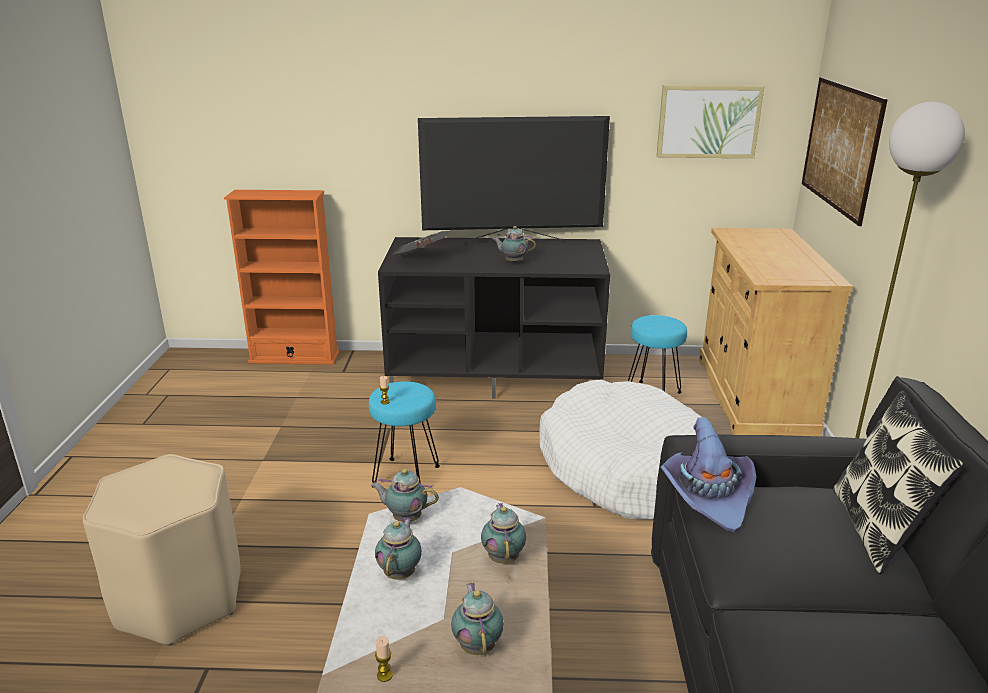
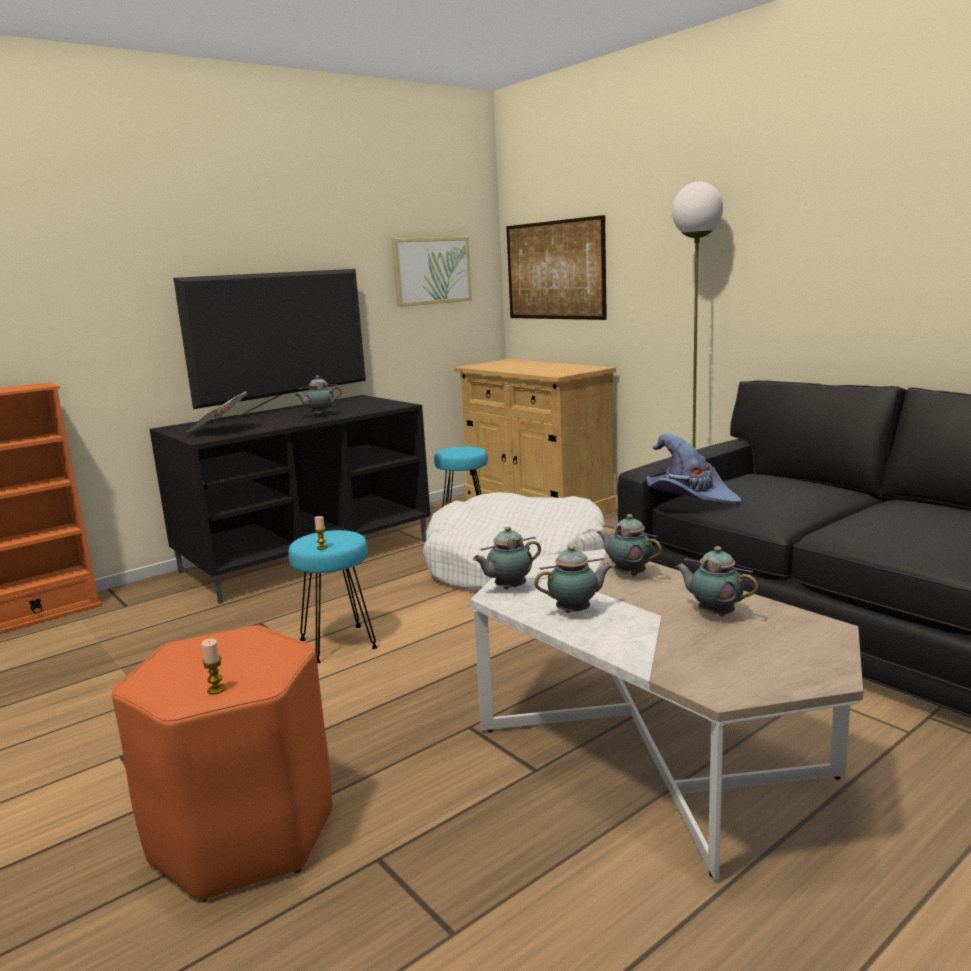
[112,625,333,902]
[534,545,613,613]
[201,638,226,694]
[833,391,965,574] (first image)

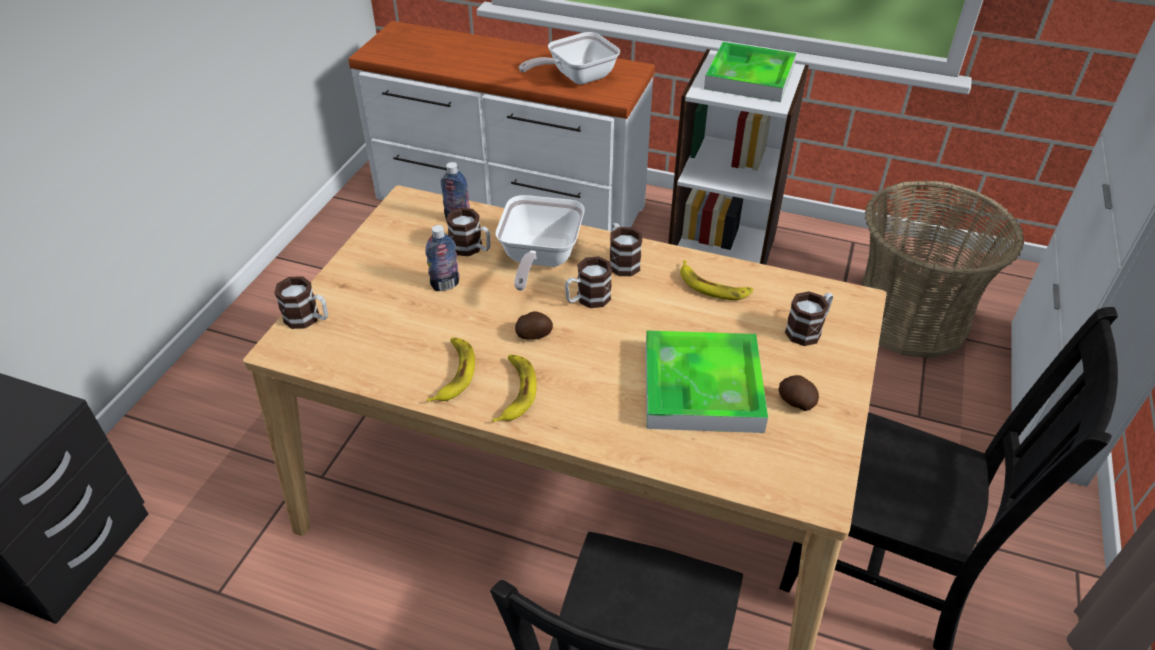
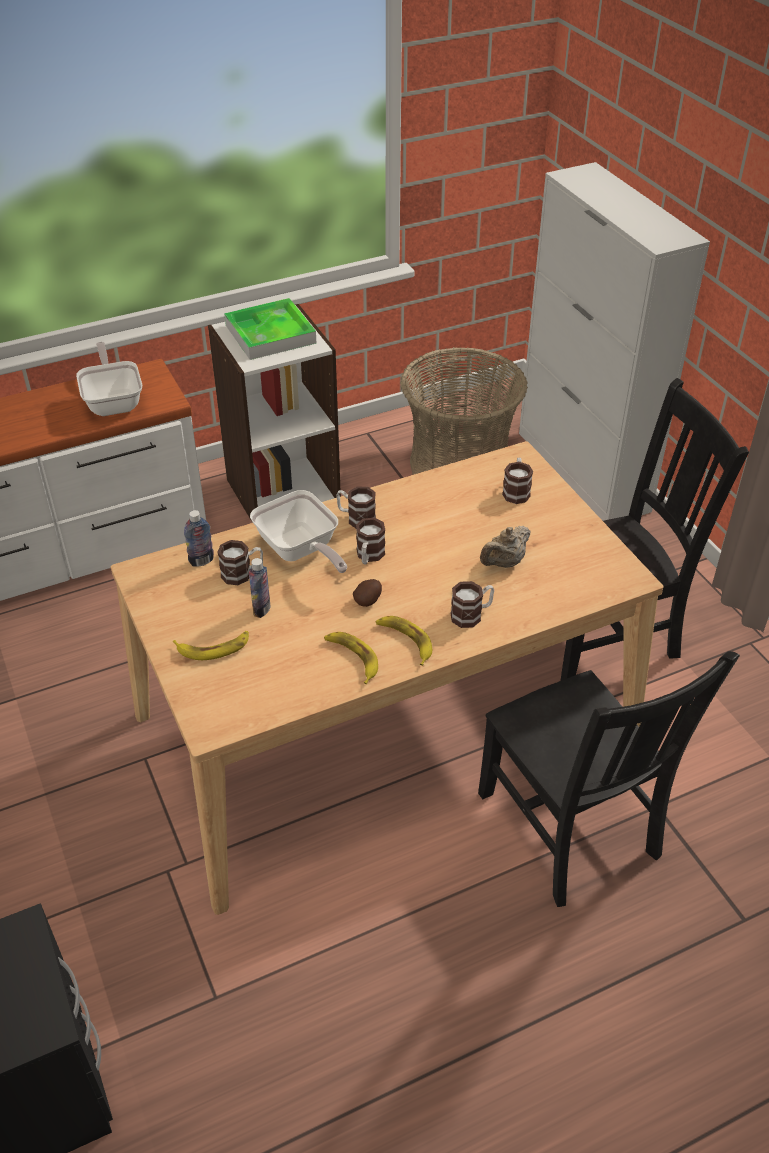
[451,581,494,628]
[76,342,142,416]
[480,526,530,568]
[173,631,249,660]
[778,375,819,411] (first image)

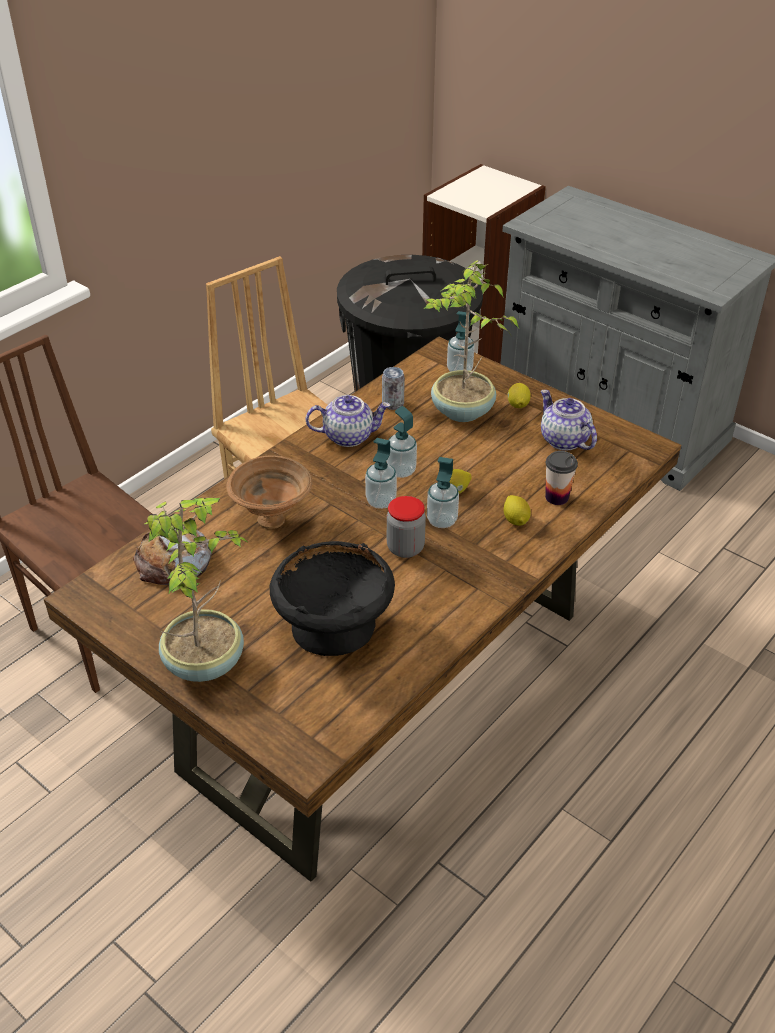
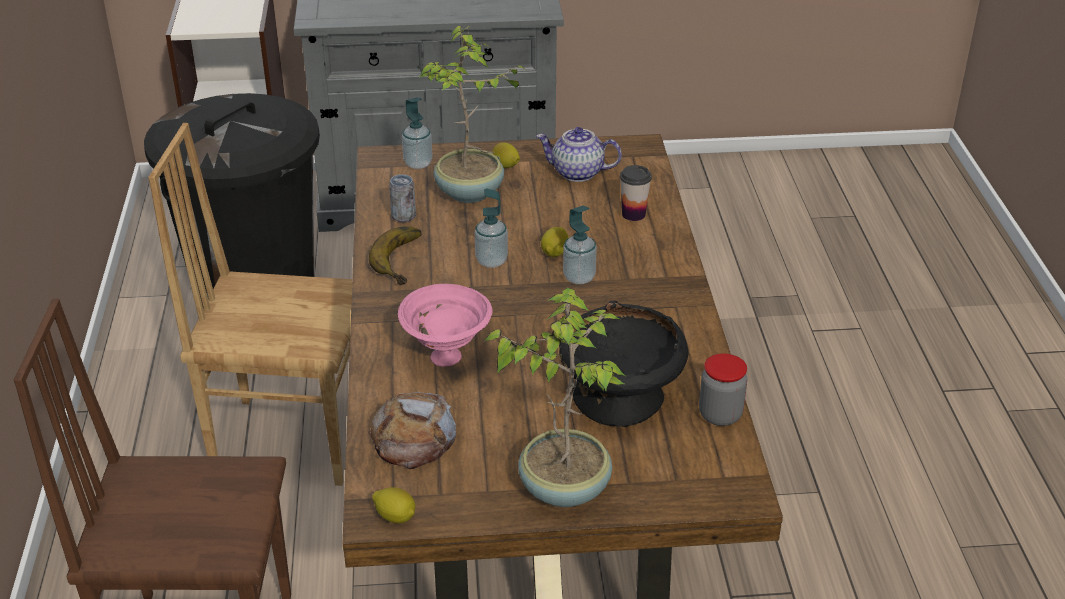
[398,284,492,367]
[369,226,422,285]
[365,438,397,509] (first image)
[699,353,747,426]
[372,487,415,523]

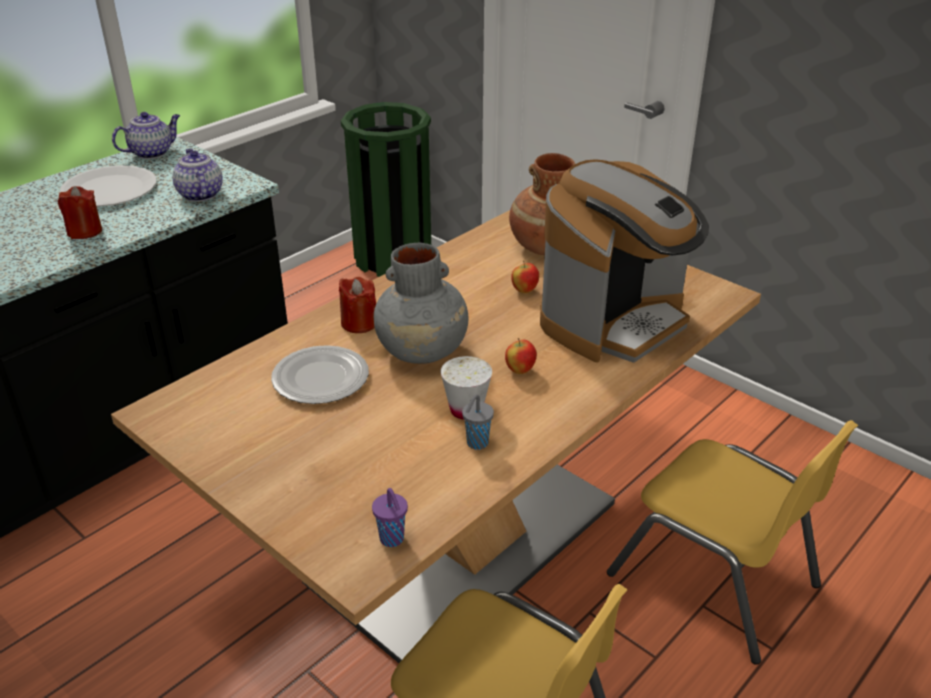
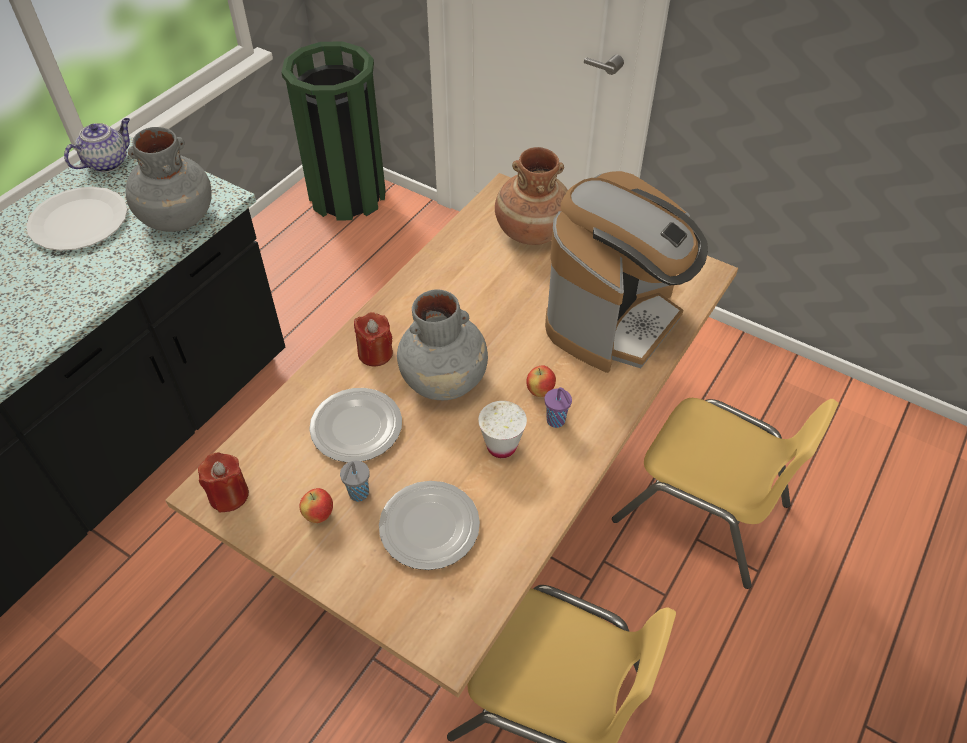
[198,453,249,513]
[126,127,212,232]
[545,387,572,428]
[340,461,370,501]
[299,488,333,523]
[379,481,480,570]

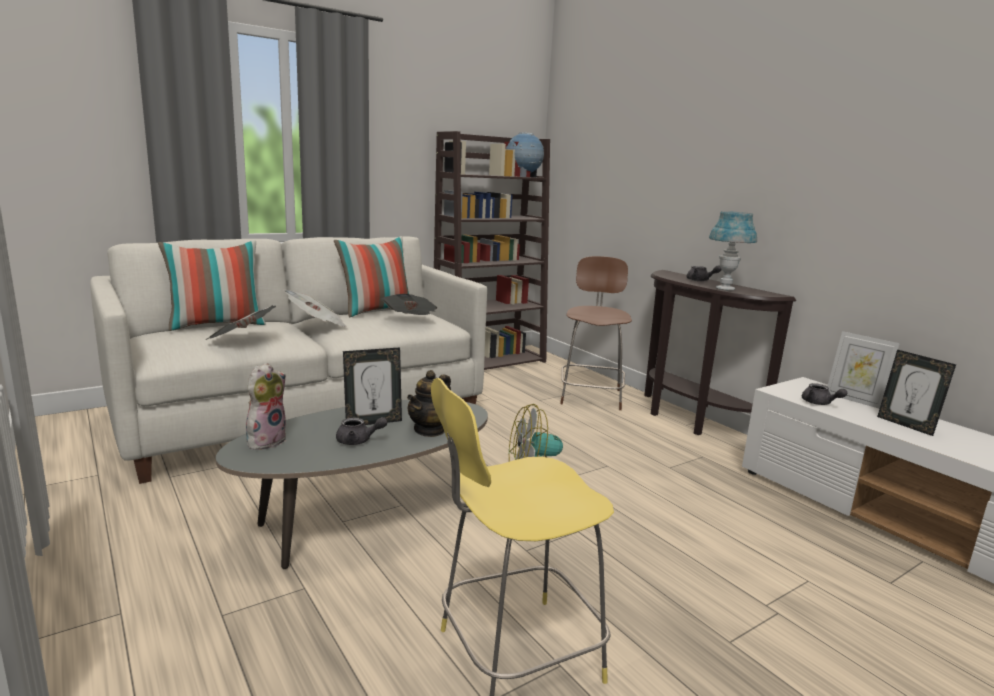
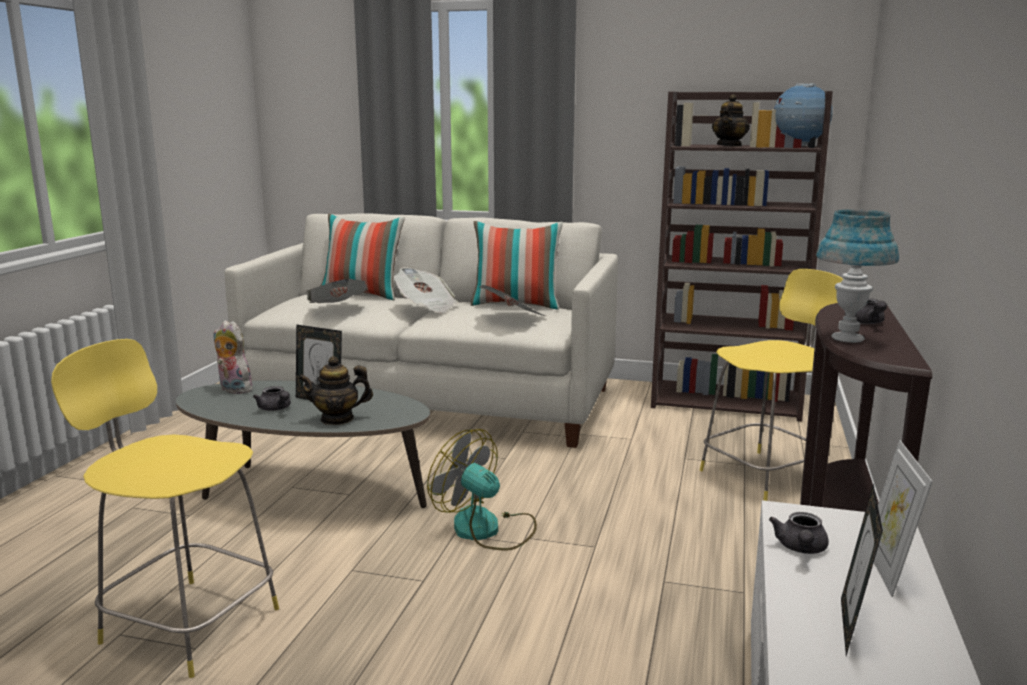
[213,320,252,394]
[700,269,843,501]
[712,94,750,147]

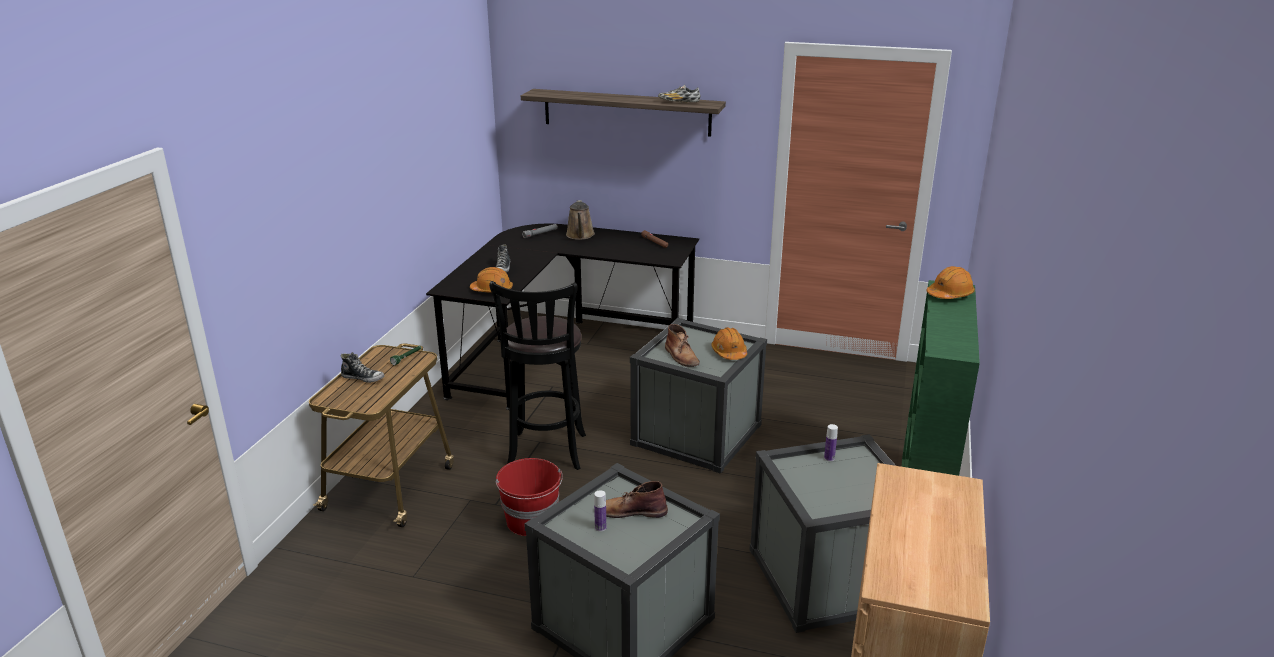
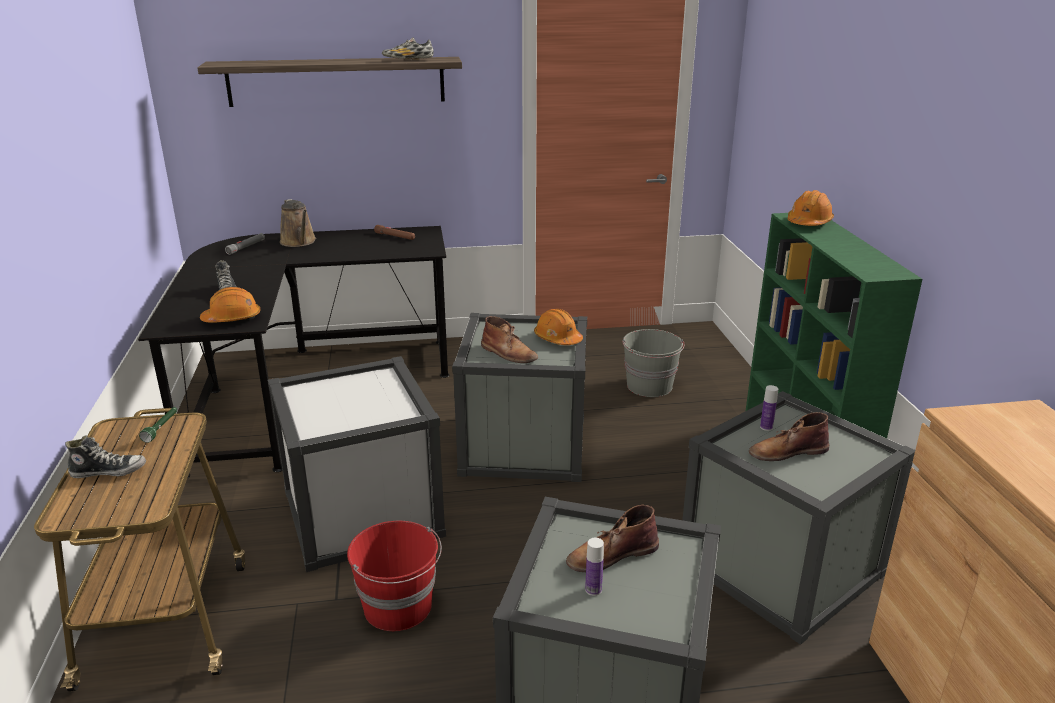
[268,356,446,572]
[622,329,685,397]
[749,412,829,461]

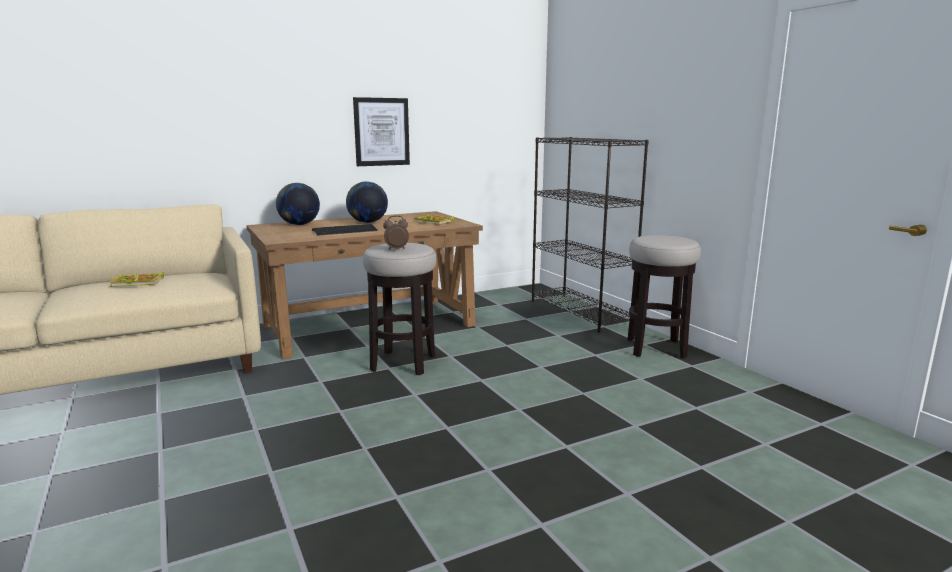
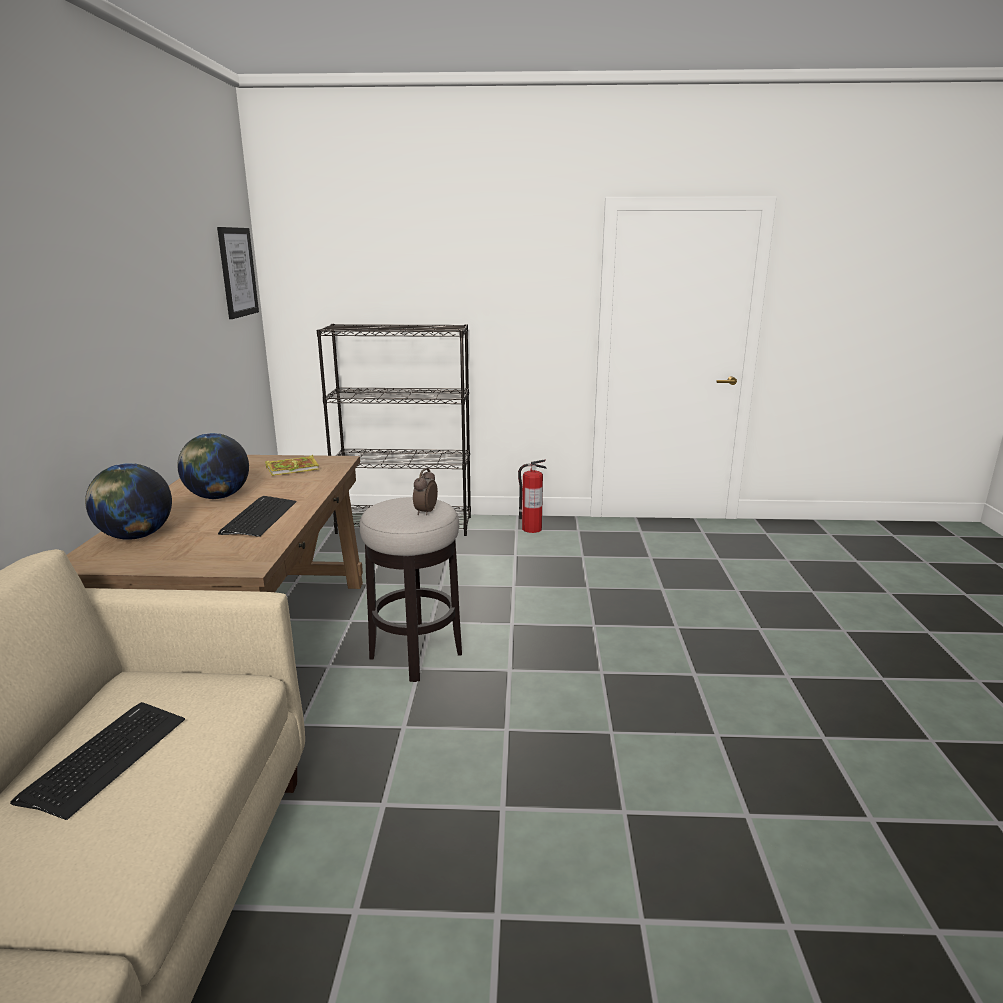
[10,702,185,820]
[217,227,259,319]
[518,459,547,533]

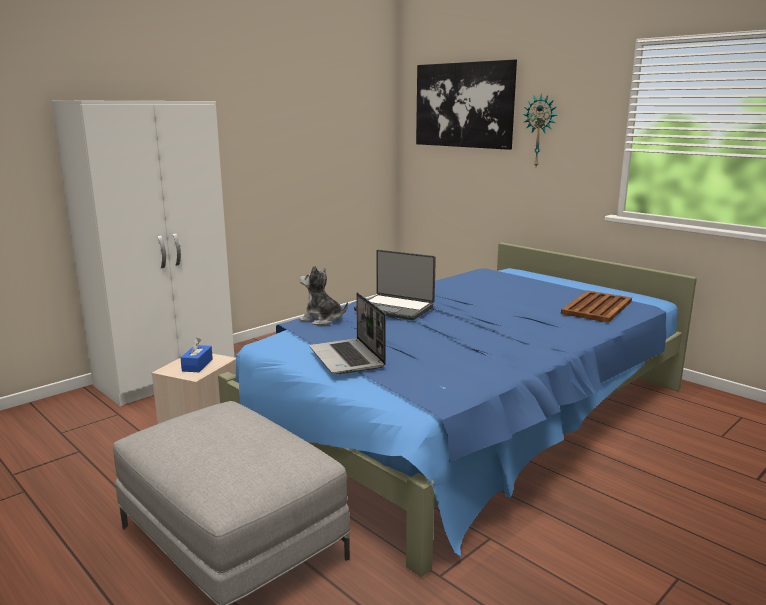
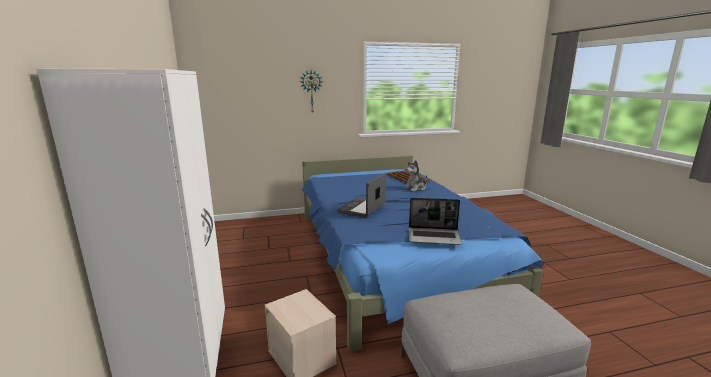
[180,338,213,372] (first image)
[404,160,427,192]
[337,173,386,218]
[416,59,517,150] (first image)

